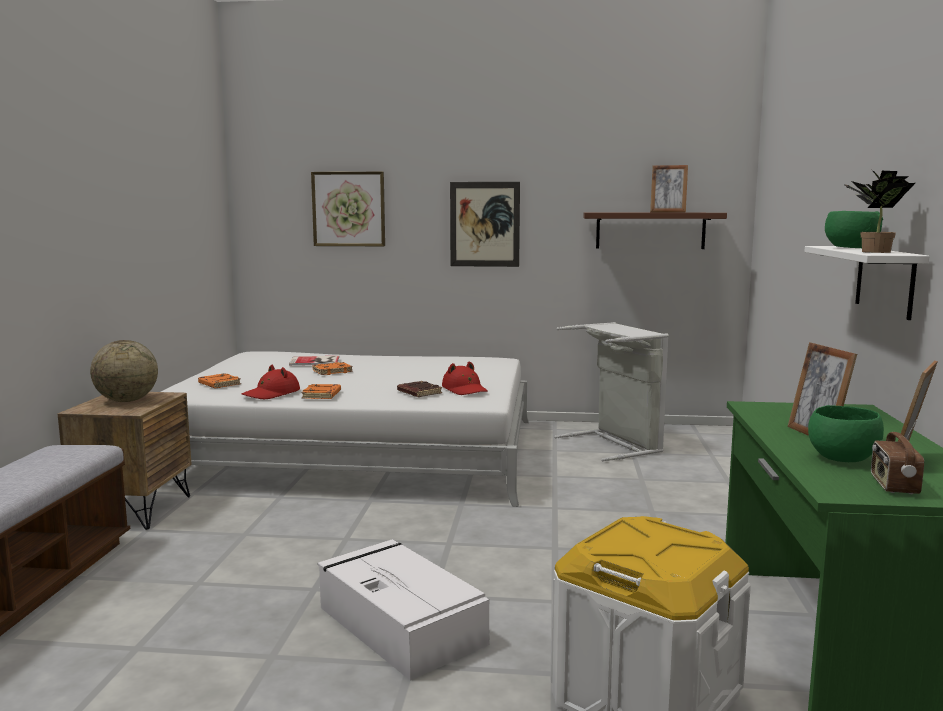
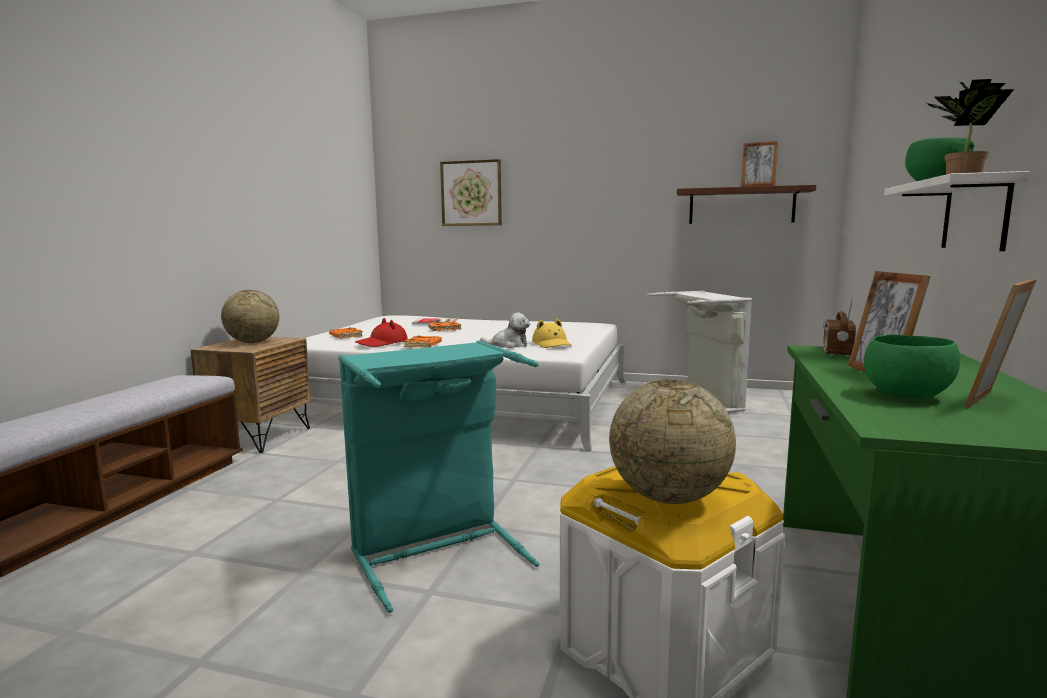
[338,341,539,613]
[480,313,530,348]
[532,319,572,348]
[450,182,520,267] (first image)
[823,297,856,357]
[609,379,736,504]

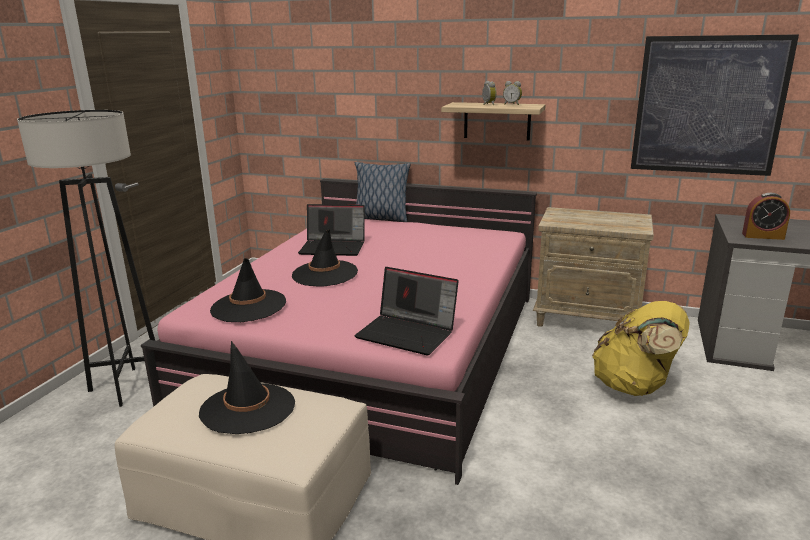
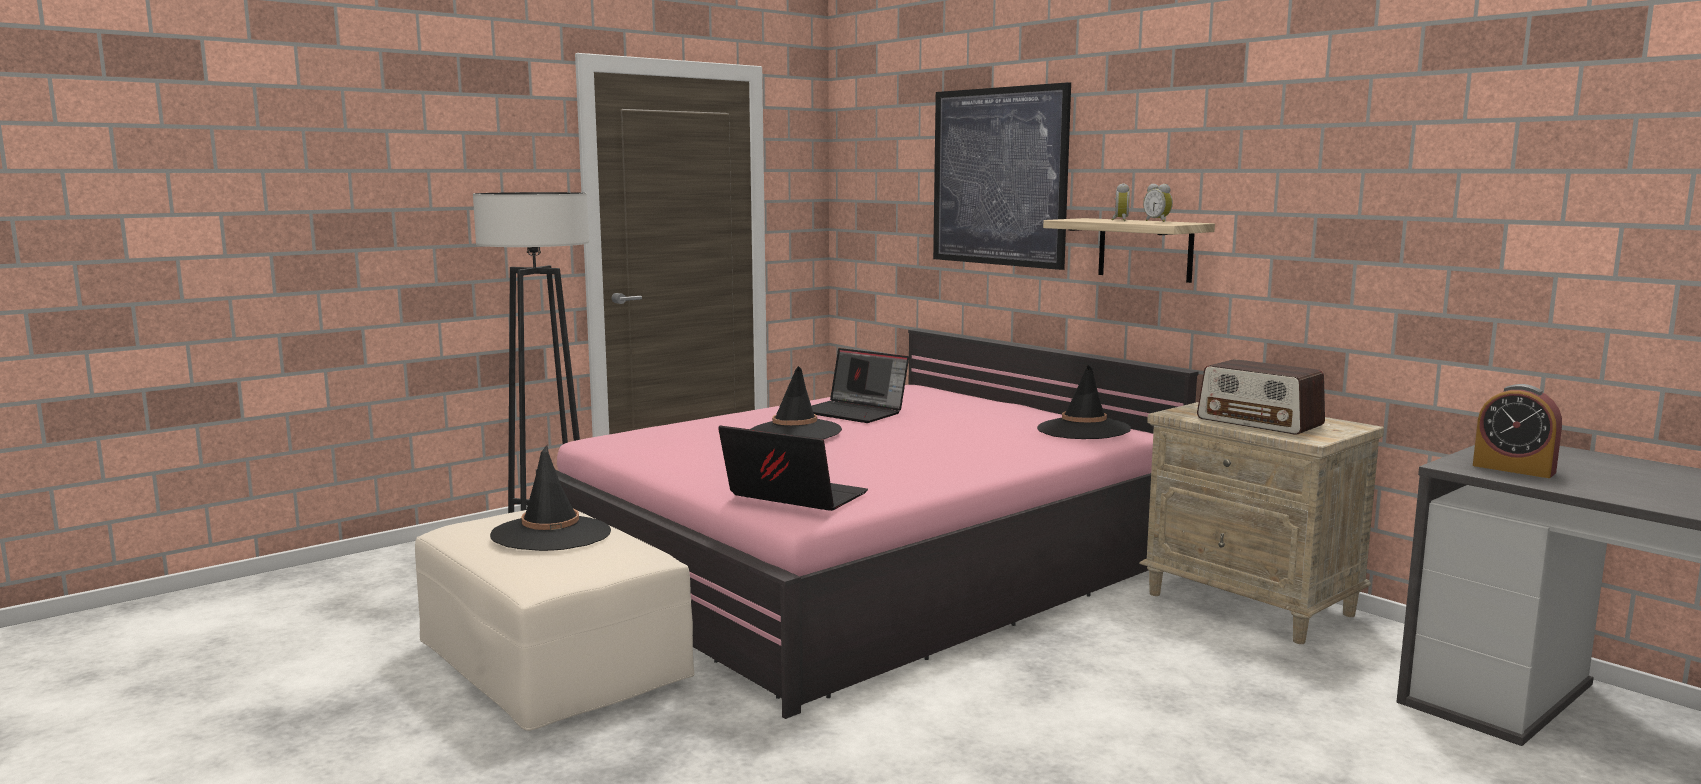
[1037,365,1131,439]
[355,162,410,222] (first image)
[718,426,868,511]
[592,301,690,396] (first image)
[933,82,1071,270]
[1197,359,1325,435]

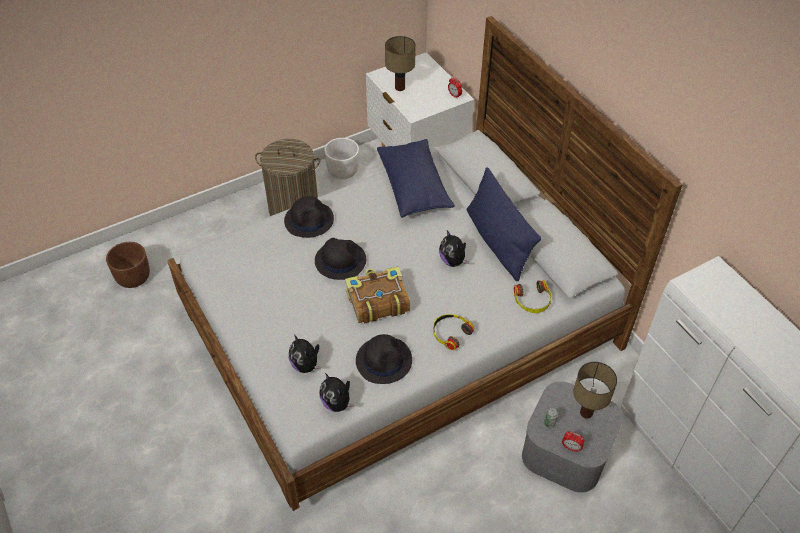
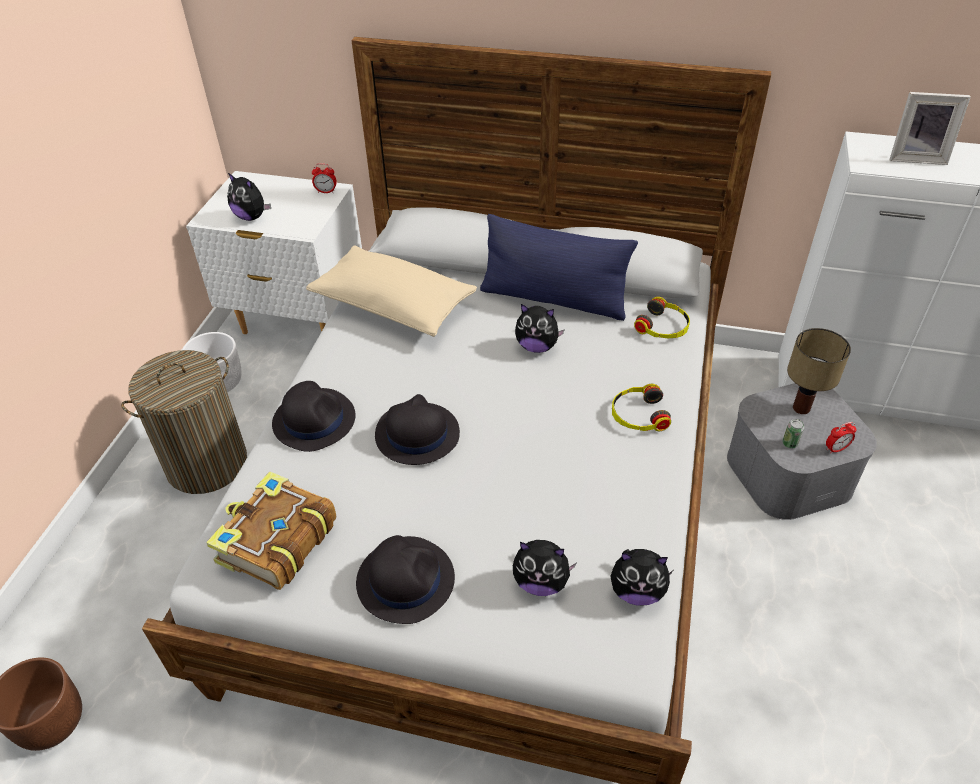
[206,471,336,590]
[356,535,455,624]
[306,246,477,337]
[227,173,271,221]
[889,92,971,165]

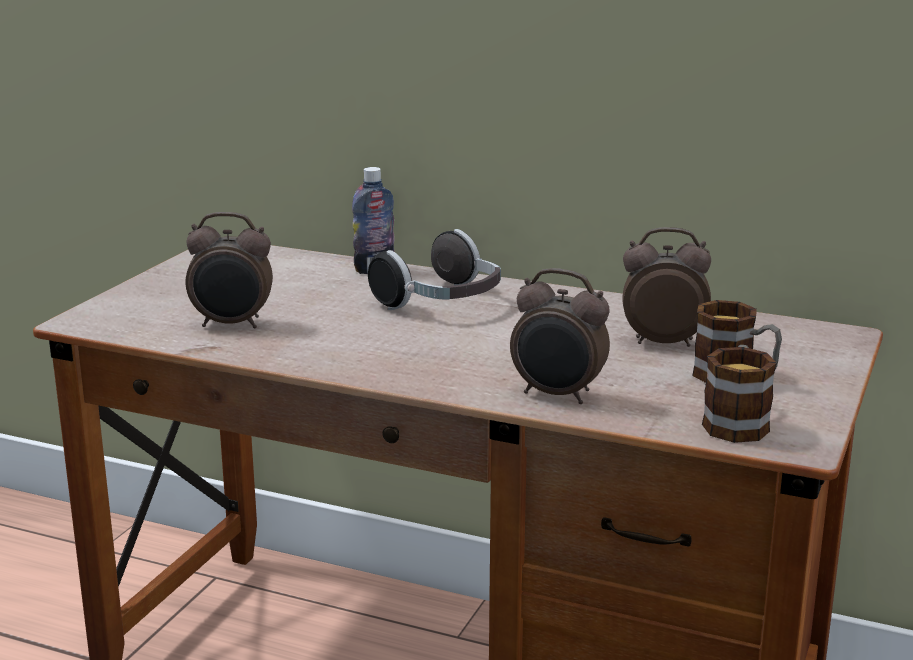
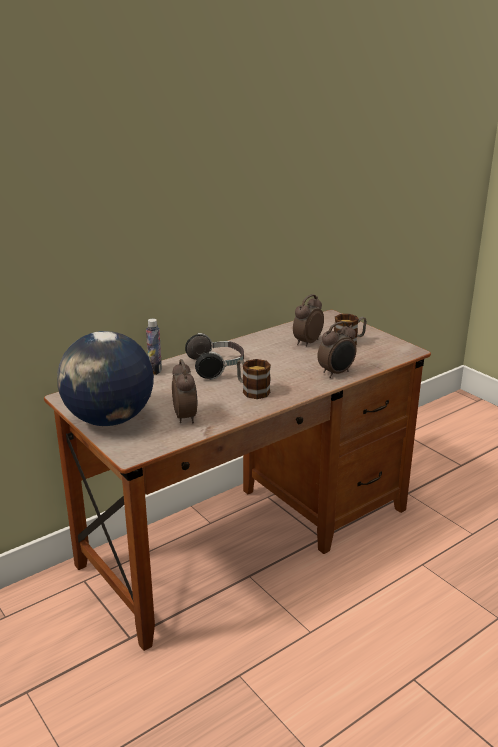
[172,359,197,423]
[237,359,271,399]
[57,331,154,426]

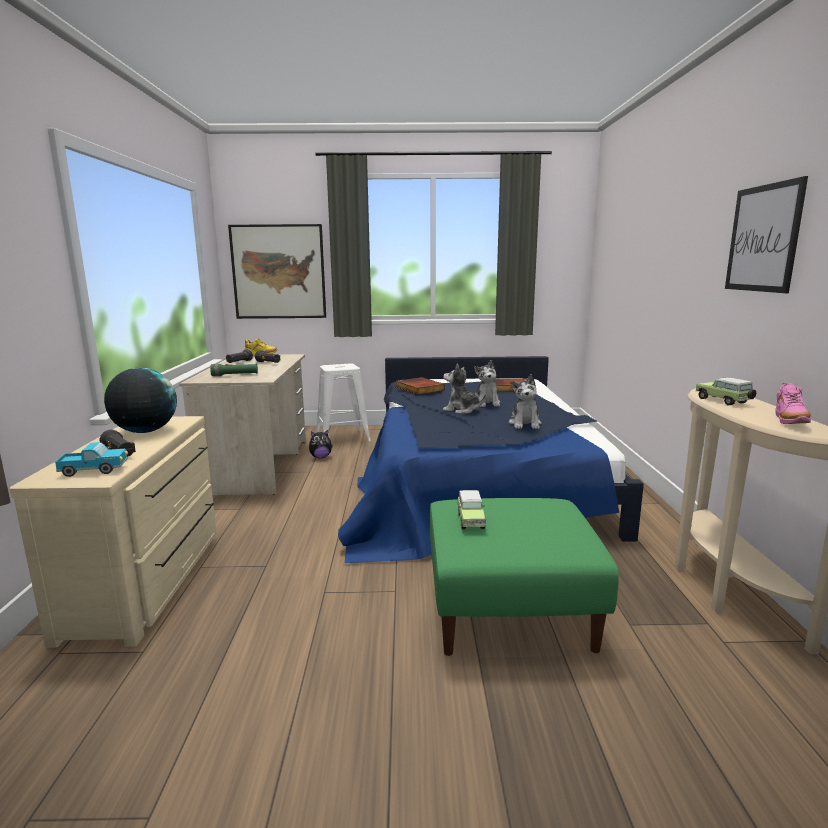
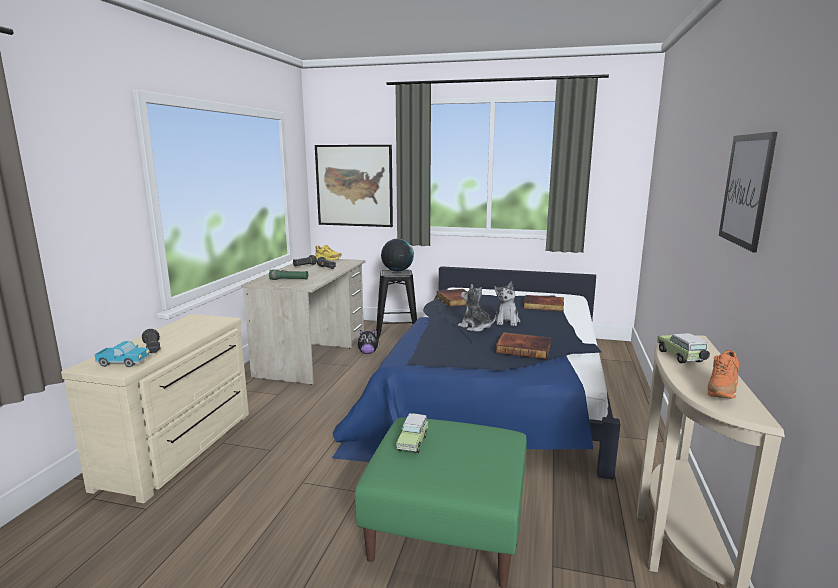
[381,239,414,271]
[376,270,417,342]
[496,332,551,359]
[707,350,739,398]

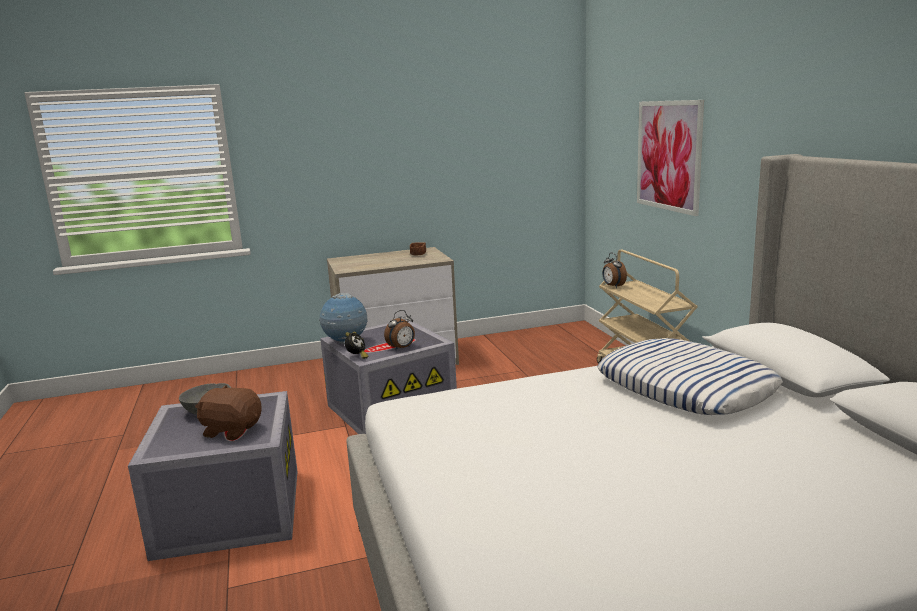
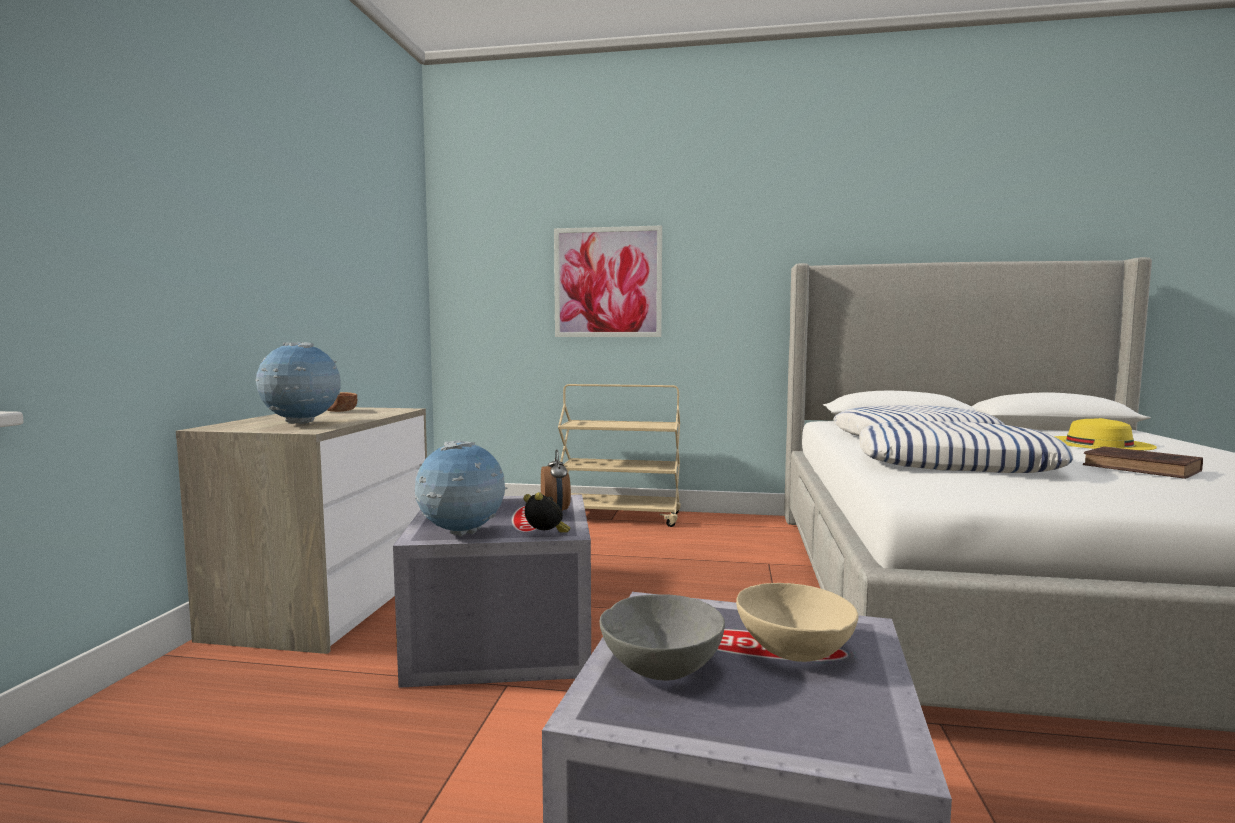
[736,583,858,662]
[602,253,627,288] (first image)
[255,342,341,424]
[859,421,1074,473]
[1054,418,1157,451]
[1083,446,1203,479]

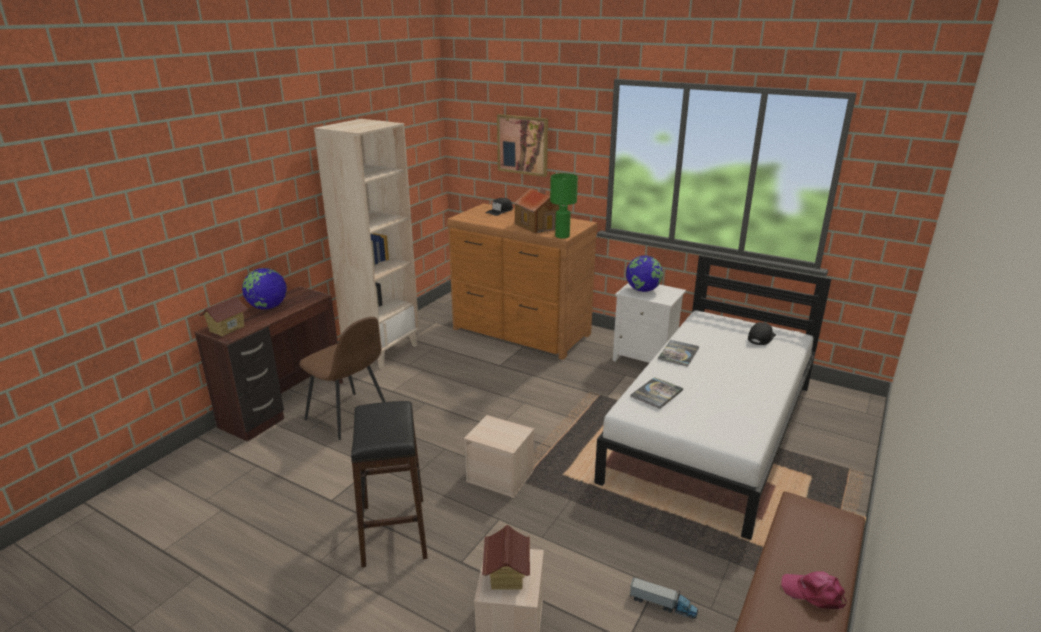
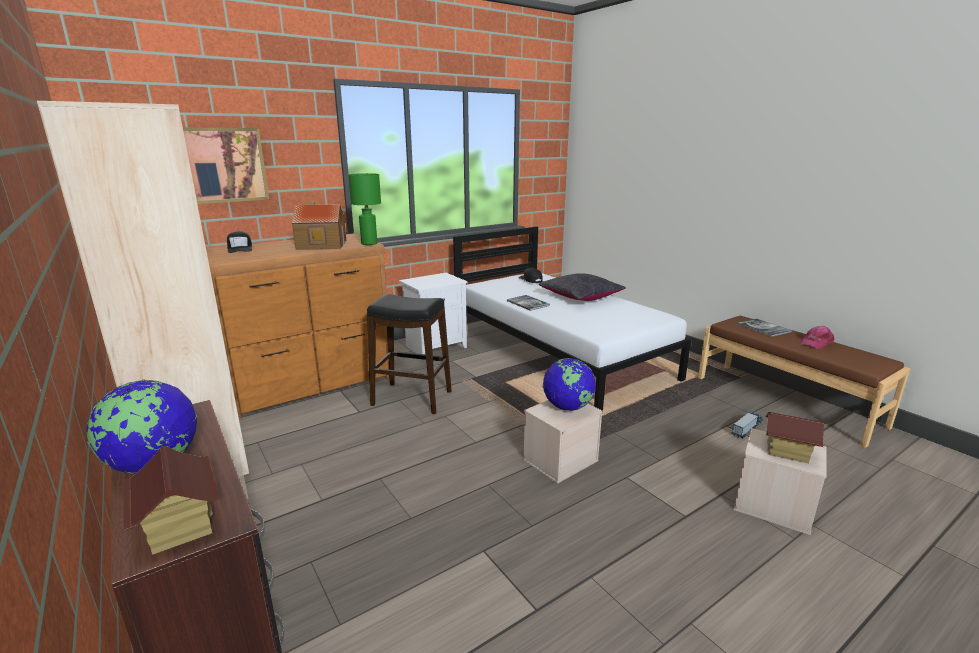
[300,317,386,440] (first image)
[367,294,452,414]
[543,358,596,411]
[737,319,792,337]
[539,273,626,301]

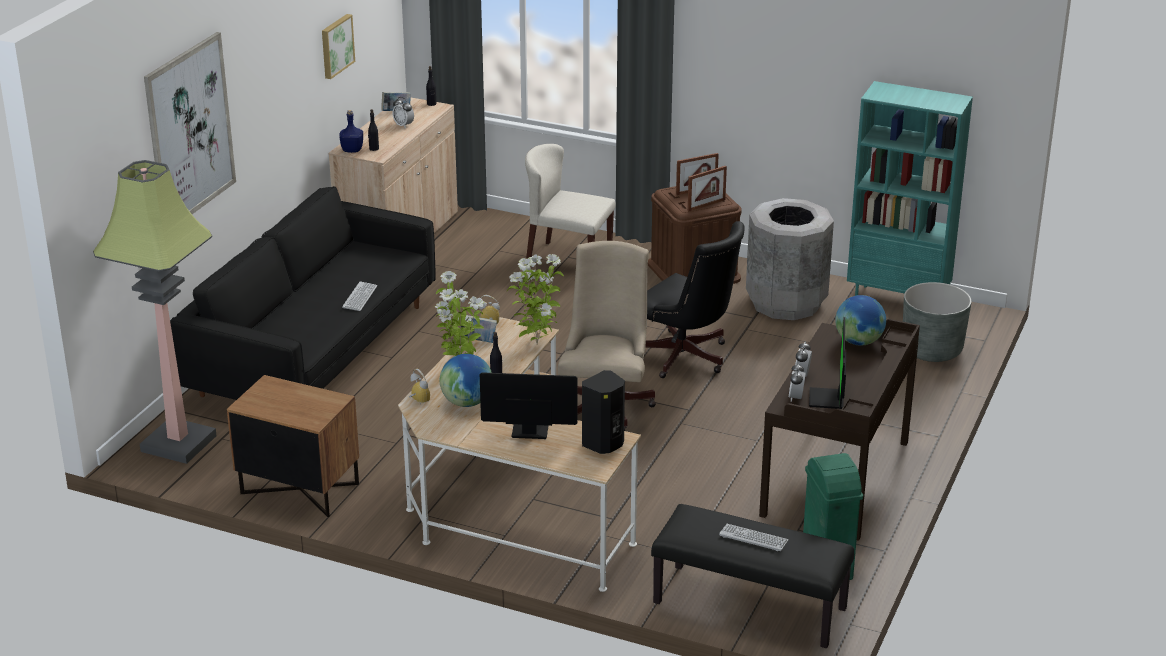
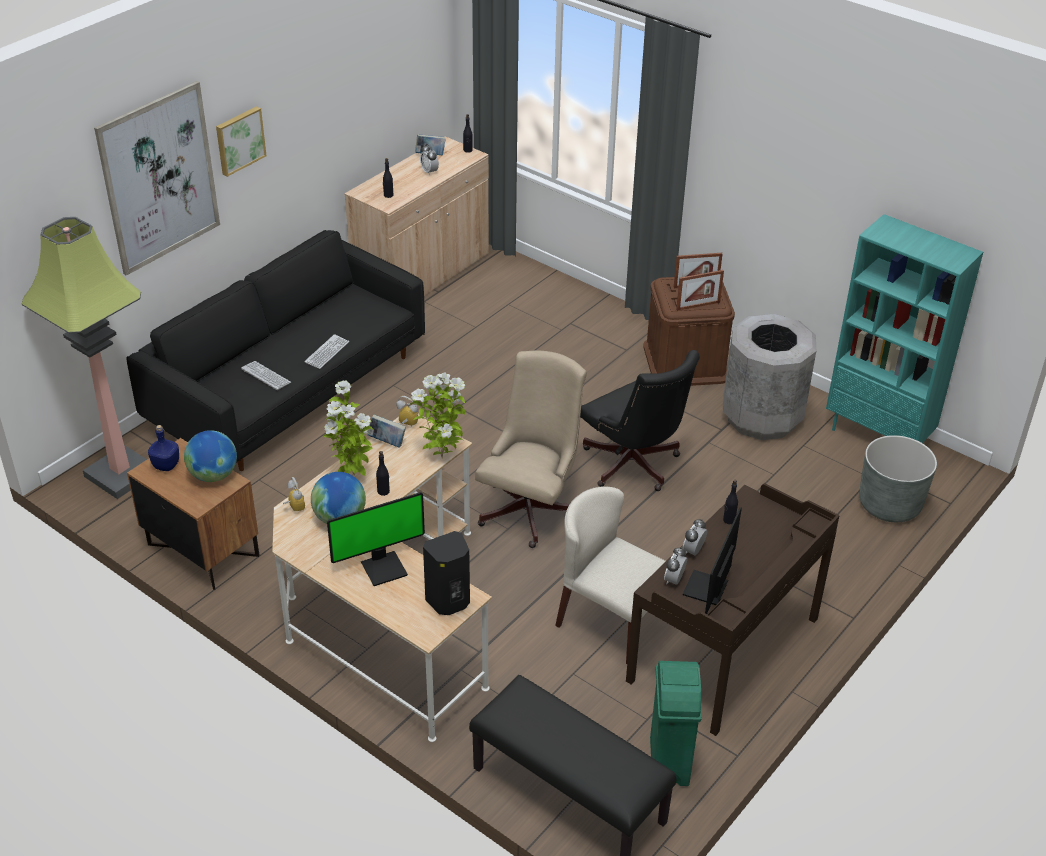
[216,106,267,177]
[148,425,179,471]
[327,492,425,586]
[555,486,666,664]
[241,361,291,390]
[184,430,237,482]
[723,480,738,524]

